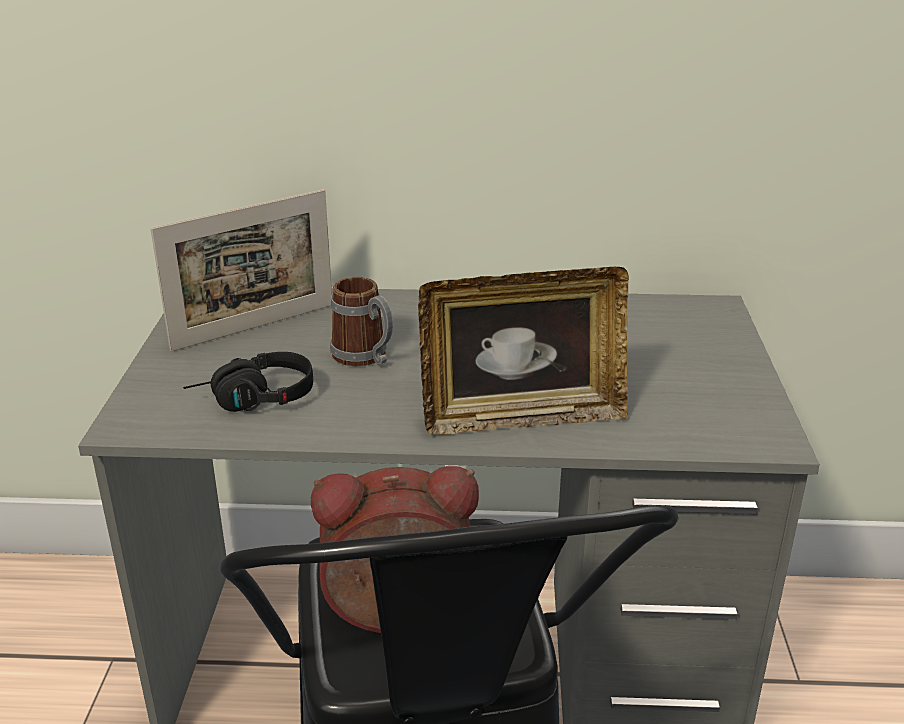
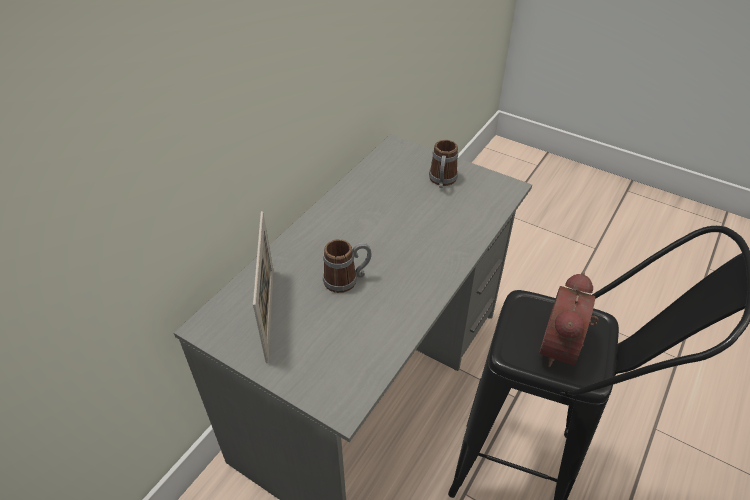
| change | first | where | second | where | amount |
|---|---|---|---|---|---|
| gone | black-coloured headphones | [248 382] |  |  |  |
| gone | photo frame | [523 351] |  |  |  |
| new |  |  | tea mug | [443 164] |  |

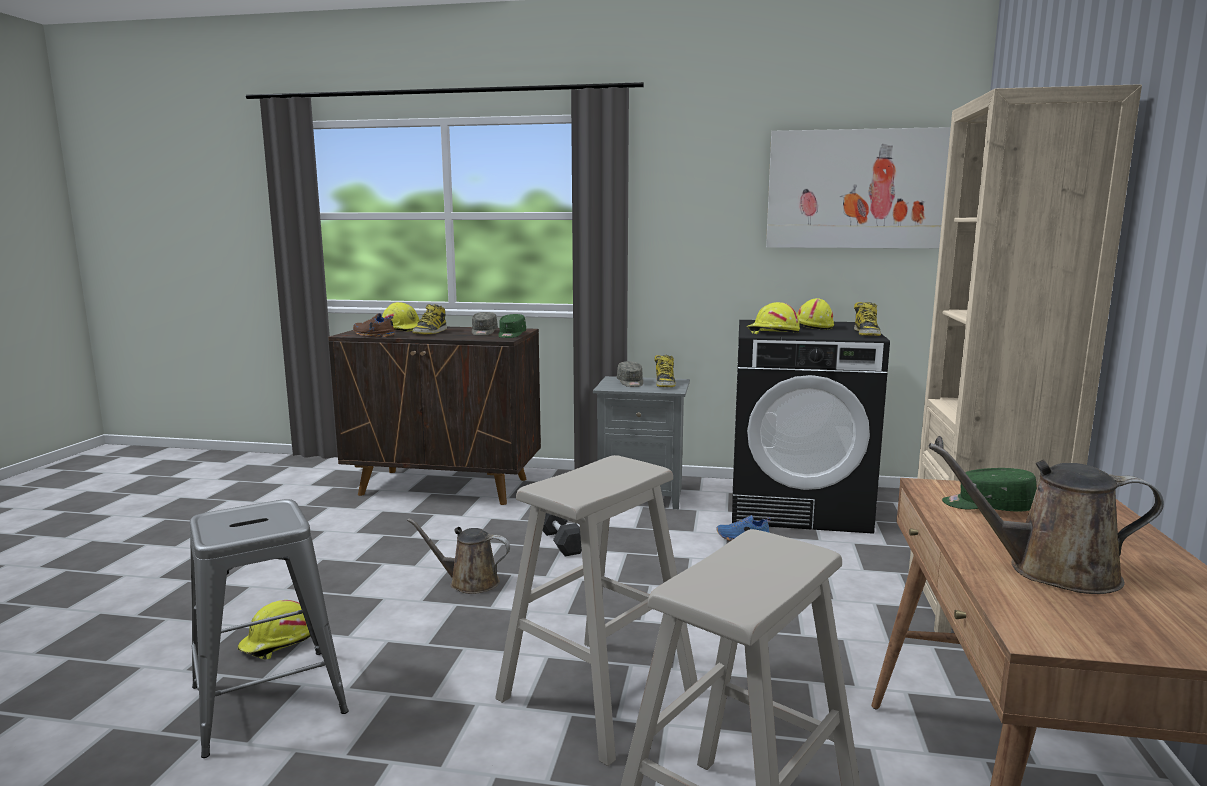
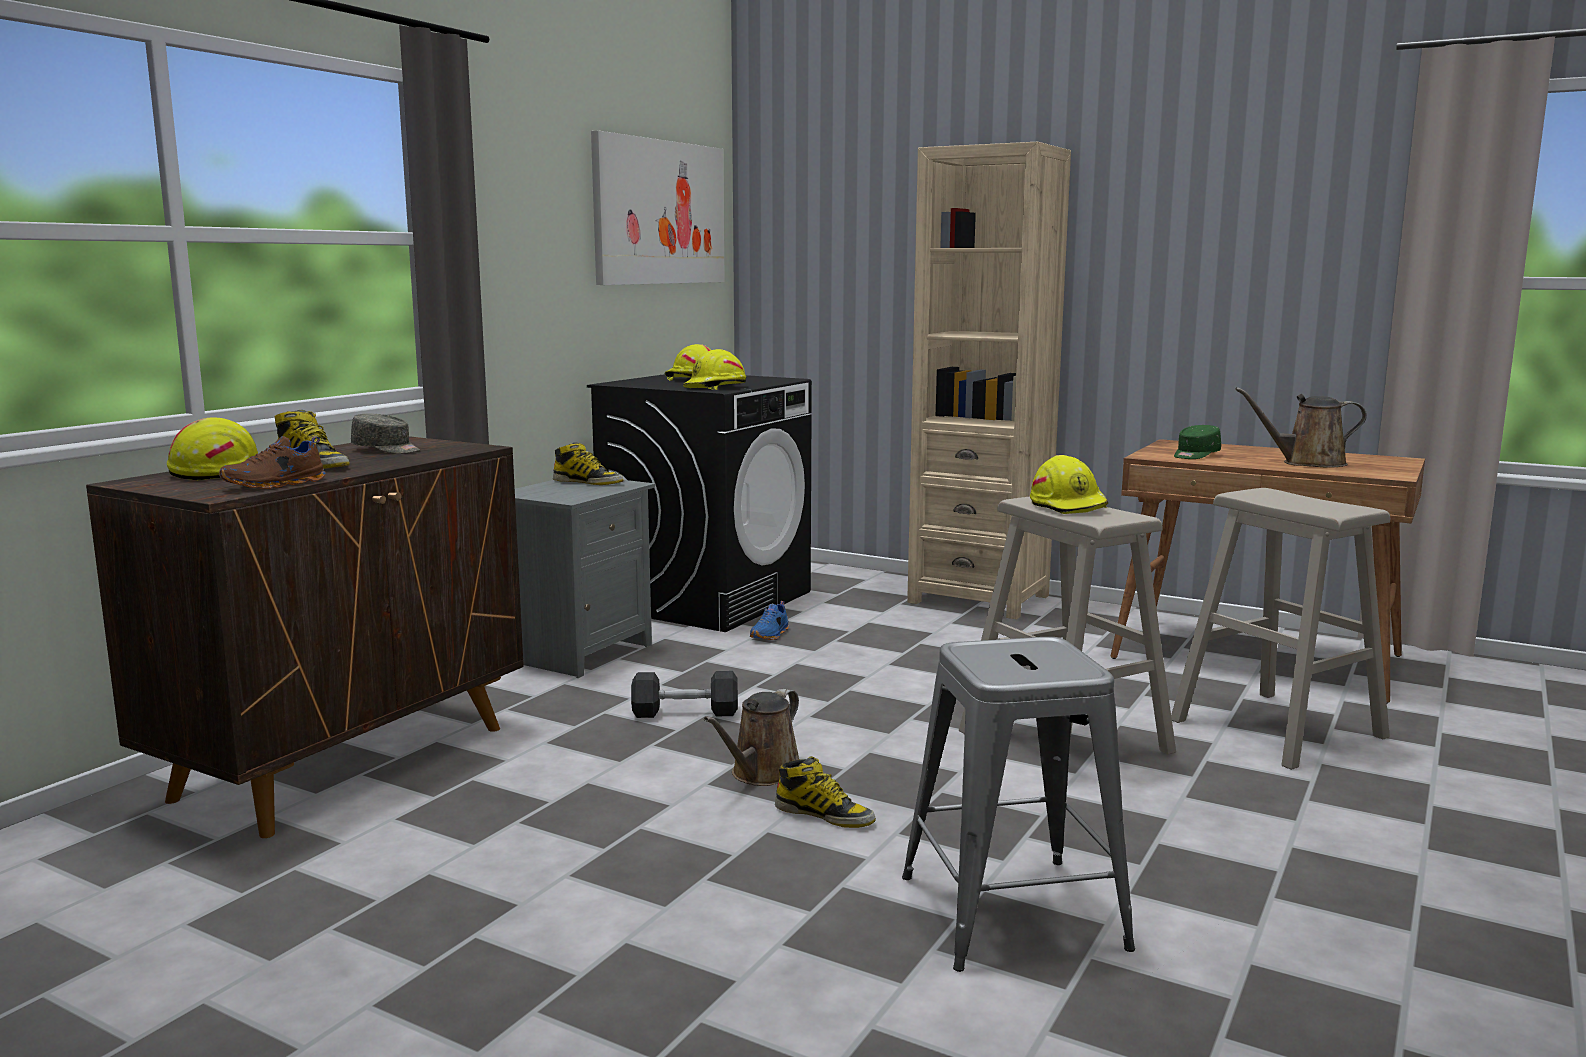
| change | first | where | second | where | amount |
|---|---|---|---|---|---|
| gone | green baseball cap | [512 326] |  |  |  |
| gone | greyish baseball cap | [630 374] |  |  |  |
| shifted | yellowish work helmet | [274 630] |  | [1069 484] |  |
| shifted | tall boot | [867 319] |  | [825 792] |  |
| rotated | brownish watering can | [1046 518] |  | [1301 427] | 60 degrees clockwise |

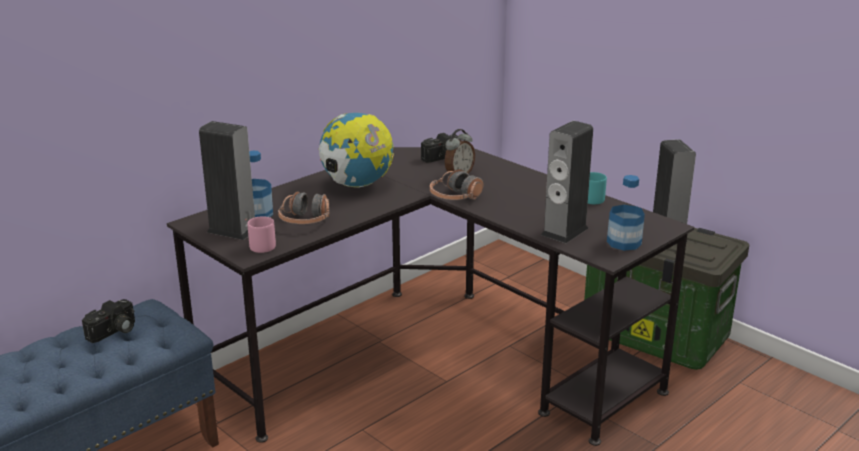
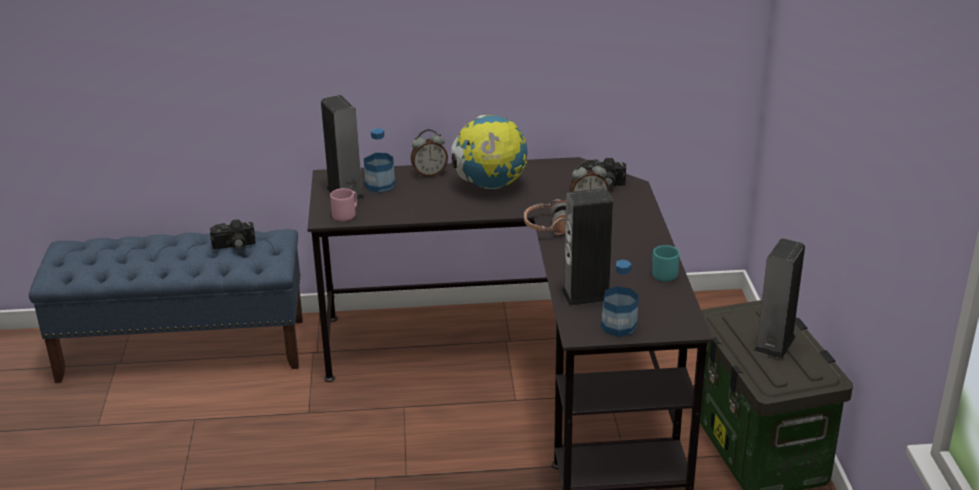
| change | first | where | second | where | amount |
|---|---|---|---|---|---|
| gone | headphones | [304 207] |  |  |  |
| new |  |  | alarm clock | [429 153] |  |

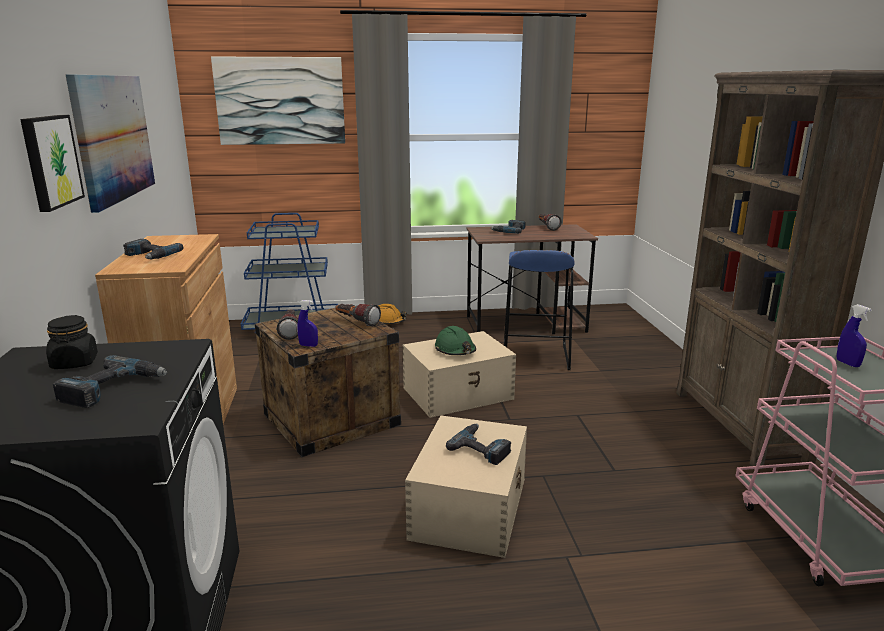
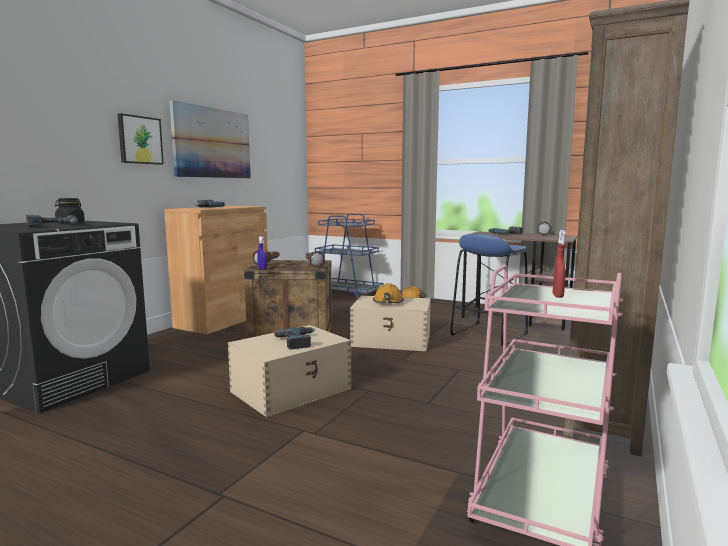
| change | first | where | second | where | amount |
|---|---|---|---|---|---|
| gone | picture | [278 100] |  |  |  |
| repainted | green work helmet | [455 340] | orange work helmet | [388 293] |  |
| repainted | bluish sprayer | [854 335] | red-coloured sprayer | [559 264] |  |

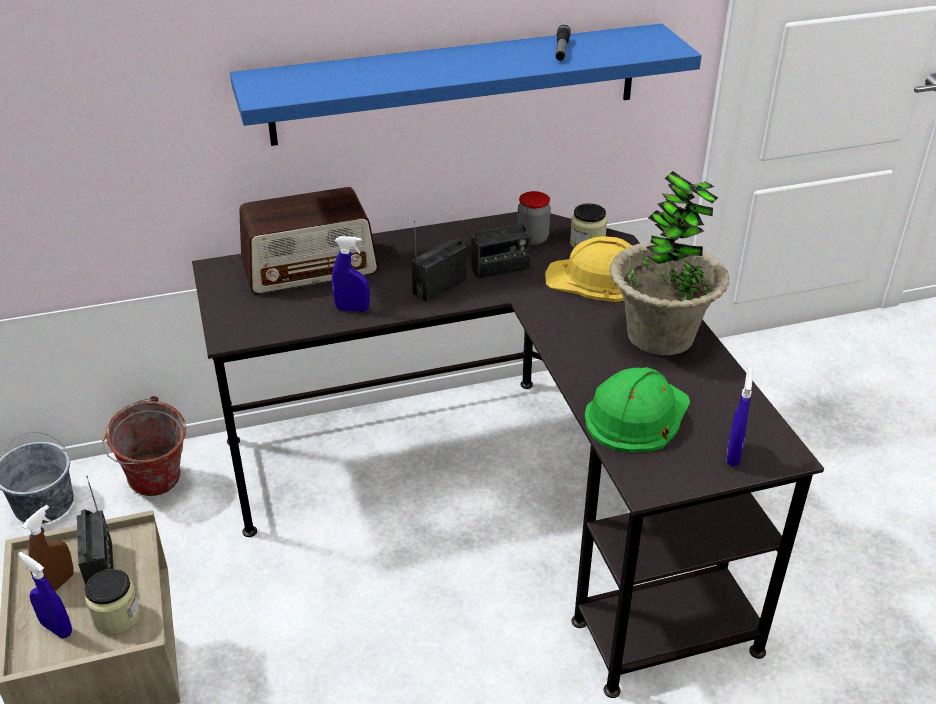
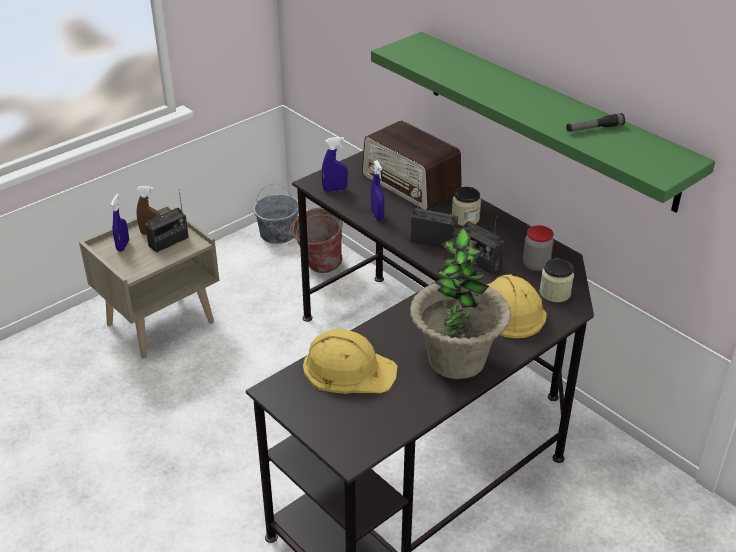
| change | first | where | second | where | amount |
|---|---|---|---|---|---|
| shifted | jar | [113 602] |  | [466 206] |  |
| shifted | bluish sprayer | [740 416] |  | [334 164] |  |
| repainted | bluish shelf | [466 84] | green shelf | [543 122] |  |
| repainted | green work helmet | [637 410] | yellowish work helmet | [350 361] |  |

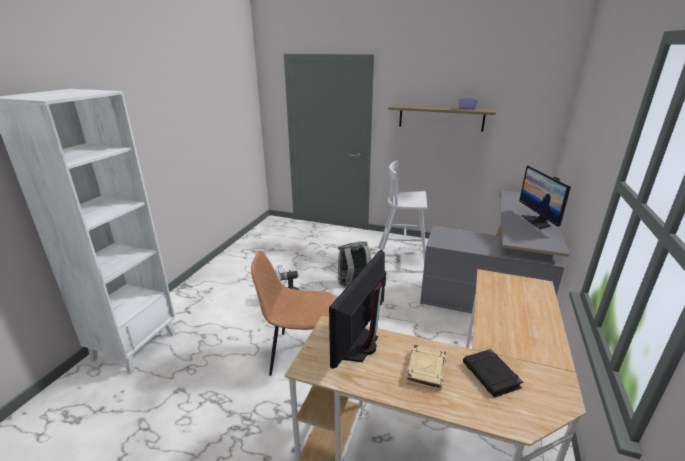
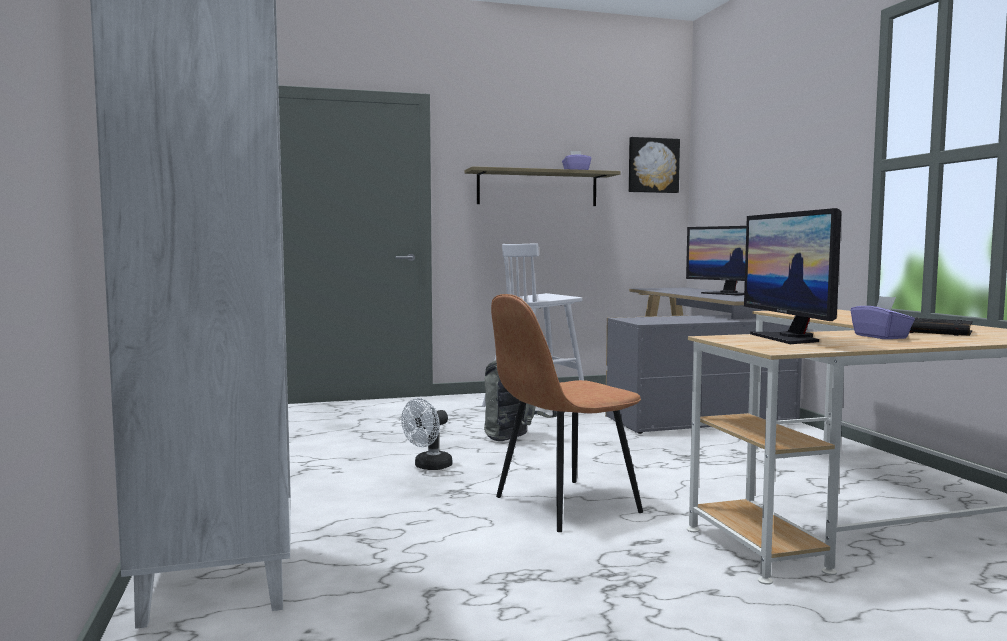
| change | first | where | second | where | amount |
|---|---|---|---|---|---|
| new |  |  | picture | [654 165] |  |
| swapped | beige volume | [426 367] | purple-coloured box of tissues | [883 317] |  |

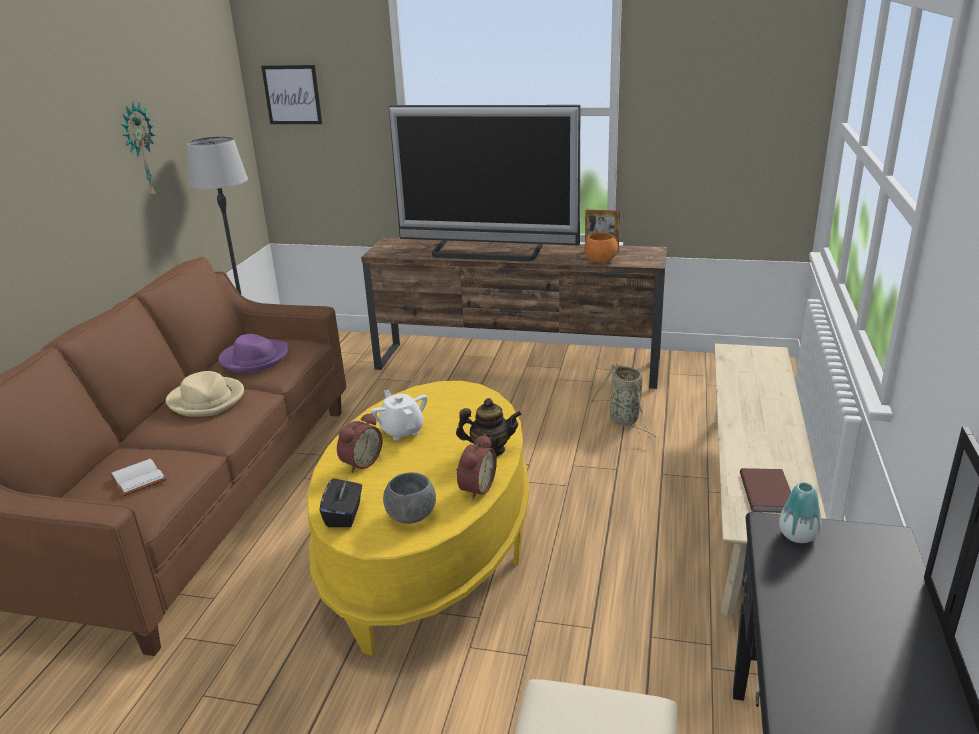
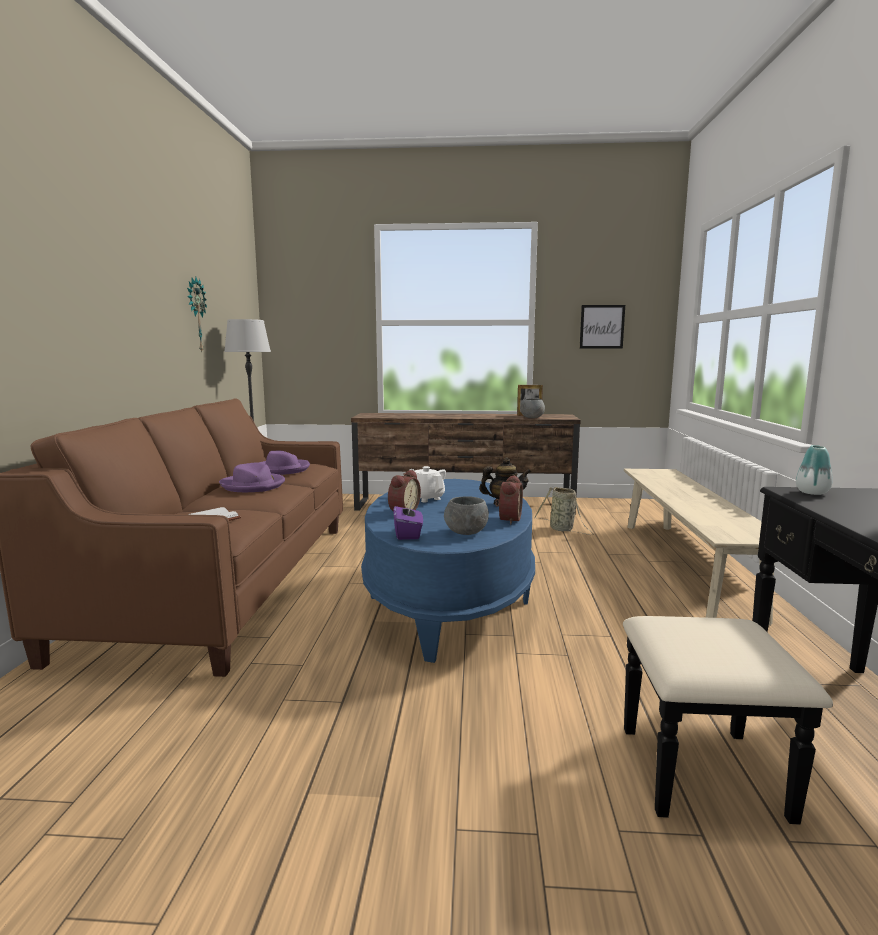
| change | first | where | second | where | amount |
|---|---|---|---|---|---|
| gone | TV set | [484 183] |  |  |  |
| gone | brownish volume | [765 490] |  |  |  |
| shifted | picture | [291 94] |  | [602 327] |  |
| repainted | beige hat | [205 394] | purple-coloured hat | [252 477] |  |
| repainted | yellowish coffee table | [418 518] | bluish coffee table | [448 571] |  |
| repainted | black-coloured box of tissues | [341 502] | purple-coloured box of tissues | [408 520] |  |
| repainted | orange deep dish | [601 247] | greyish deep dish | [532 408] |  |

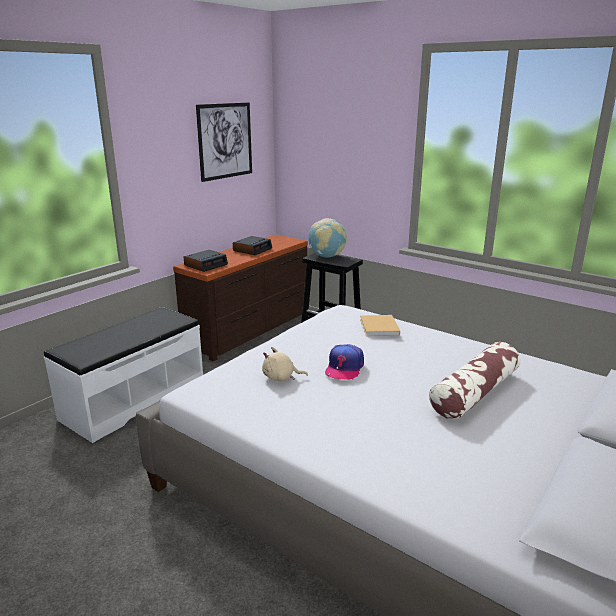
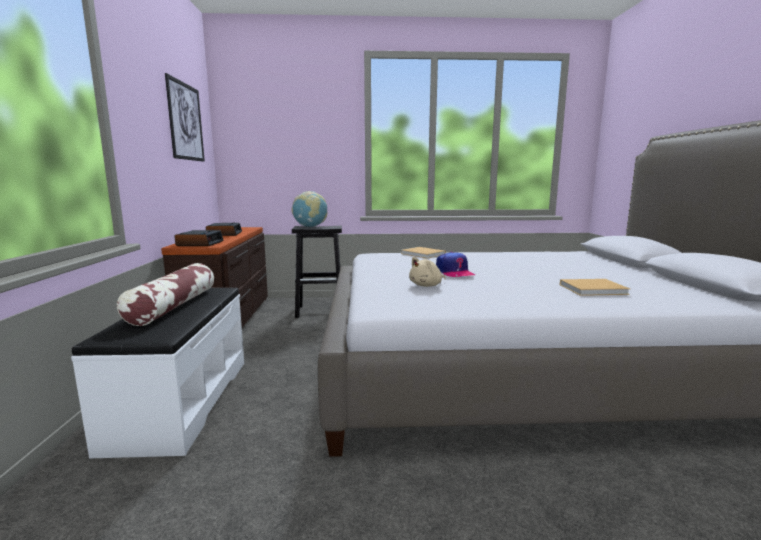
| change | first | where | second | where | amount |
|---|---|---|---|---|---|
| new |  |  | beige volume | [595 287] |  |
| shifted | cushion | [474 381] |  | [165 294] |  |

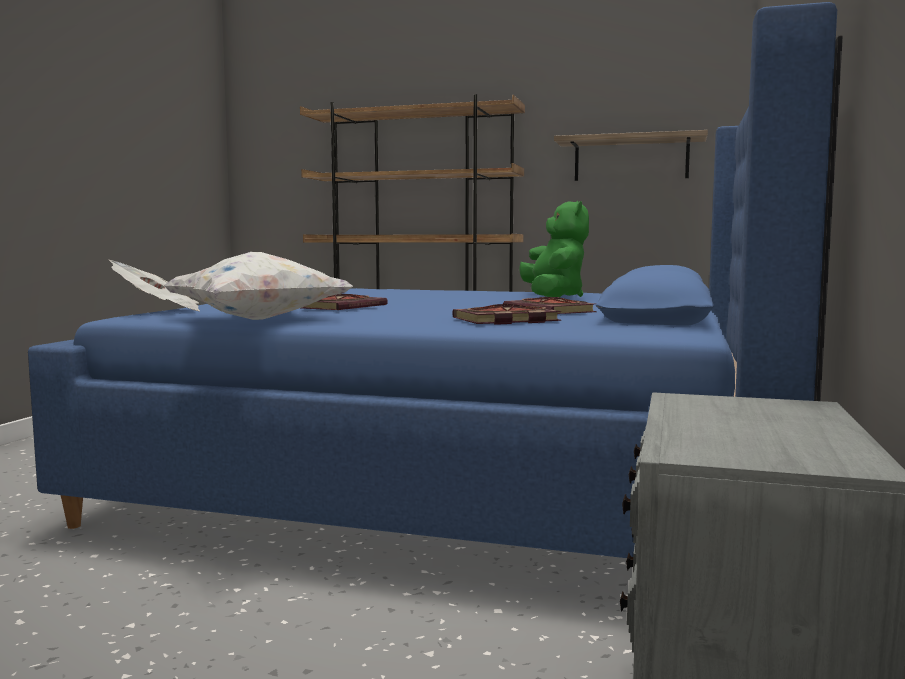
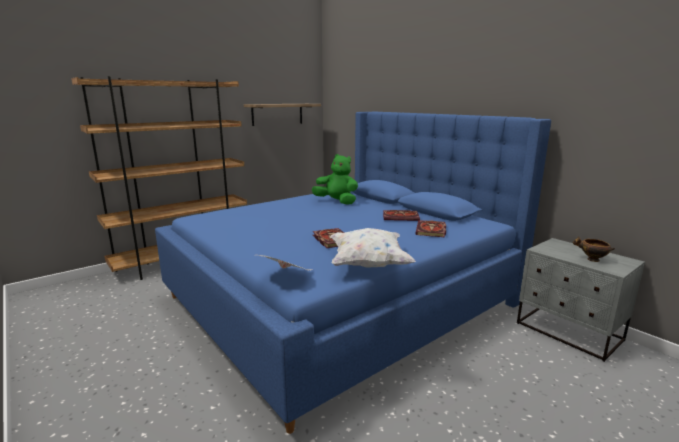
| change | first | where | second | where | amount |
|---|---|---|---|---|---|
| new |  |  | deep dish | [594 249] |  |

